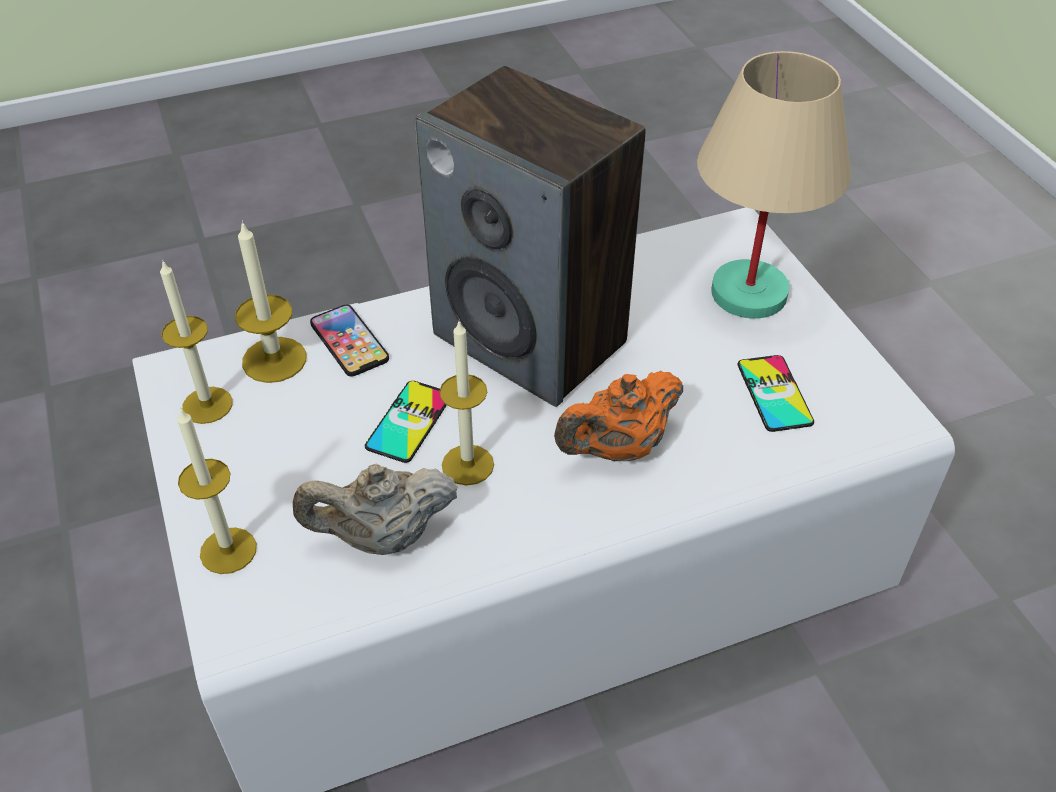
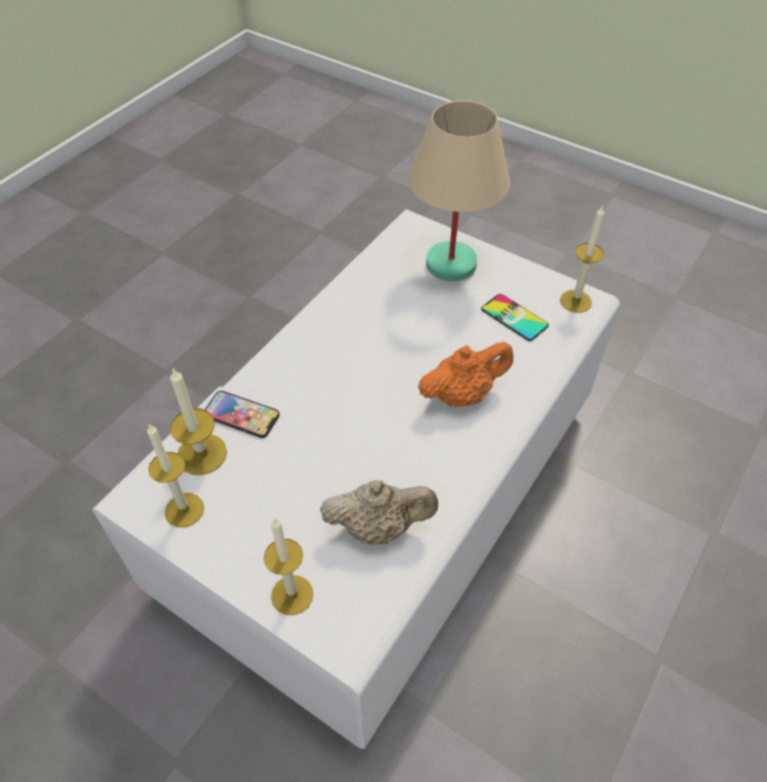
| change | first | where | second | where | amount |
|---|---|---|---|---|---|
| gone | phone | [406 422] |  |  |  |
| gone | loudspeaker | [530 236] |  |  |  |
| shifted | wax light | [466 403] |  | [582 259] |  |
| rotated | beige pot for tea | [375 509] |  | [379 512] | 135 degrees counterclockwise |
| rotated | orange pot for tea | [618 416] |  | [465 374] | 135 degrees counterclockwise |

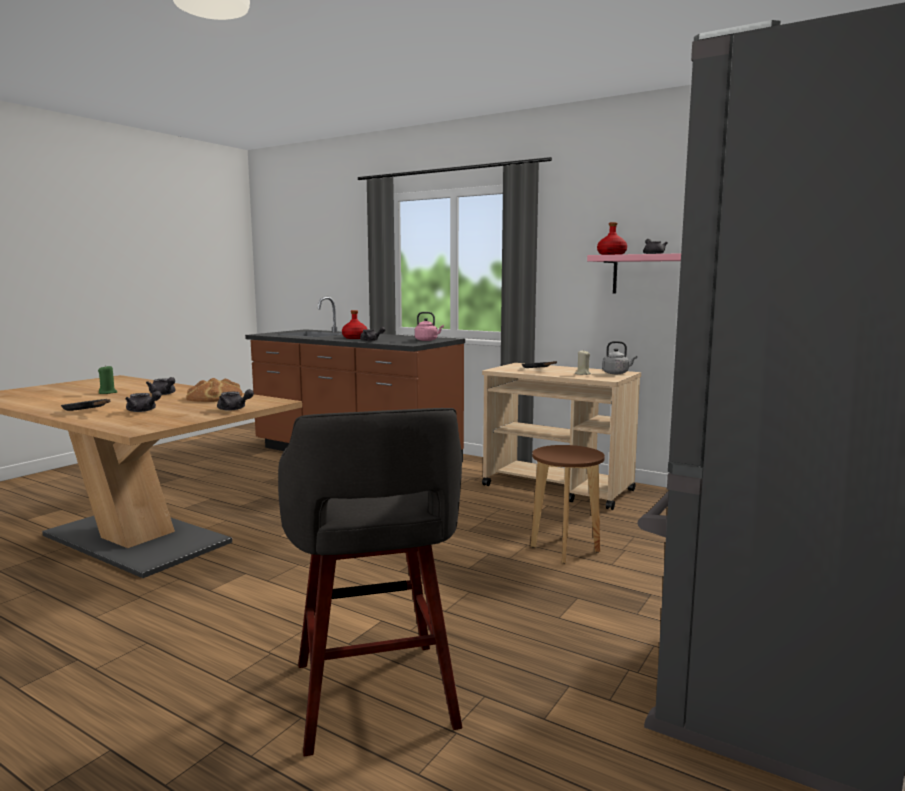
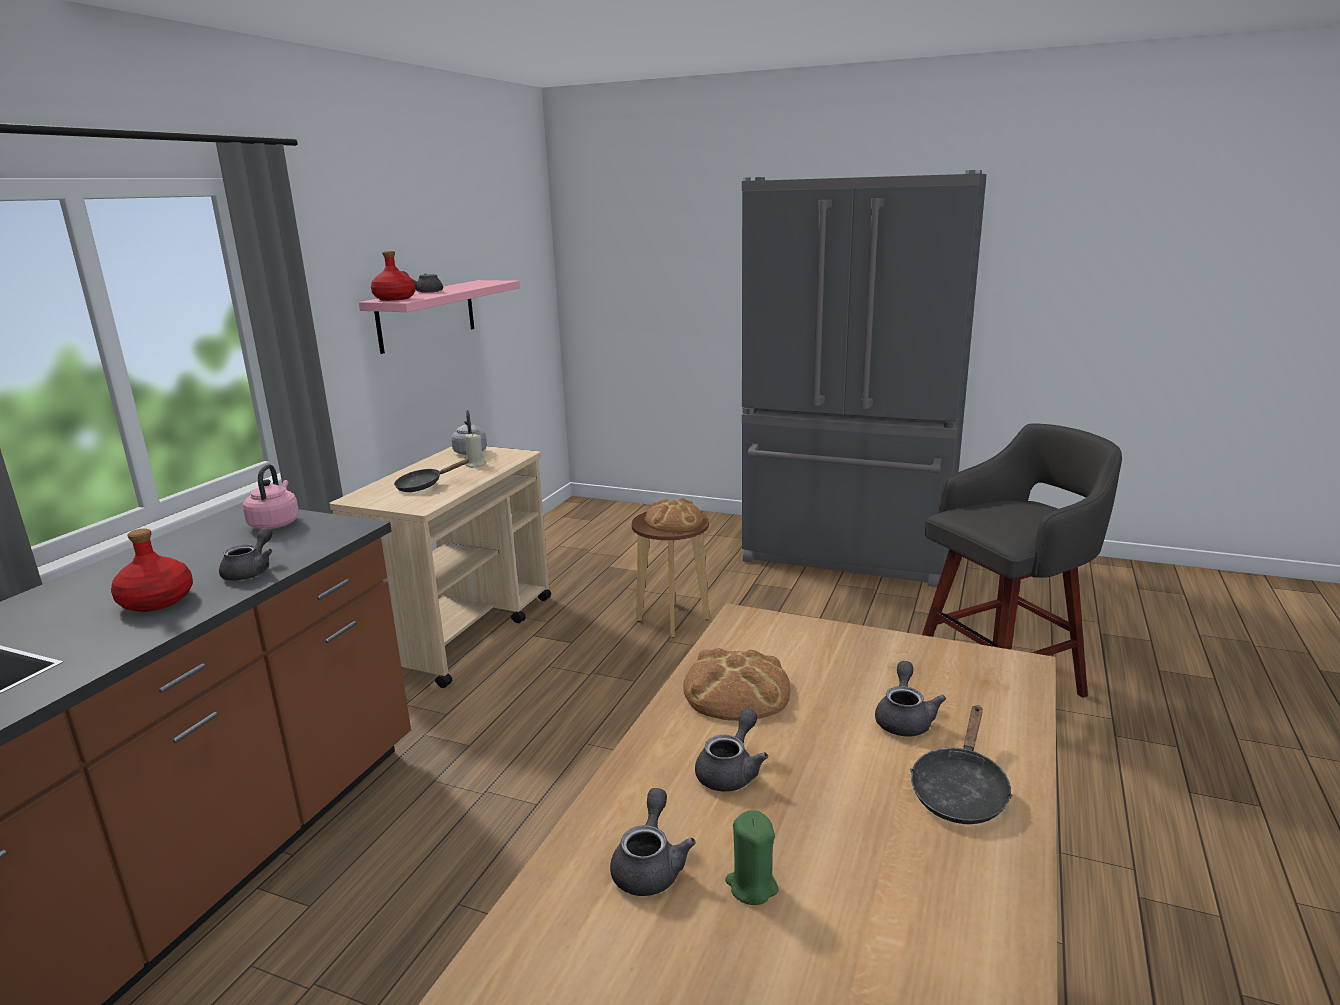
| change | first | where | second | where | amount |
|---|---|---|---|---|---|
| new |  |  | baked bread | [673 515] |  |
| shifted | greyish pot for tea | [235 400] |  | [653 842] |  |

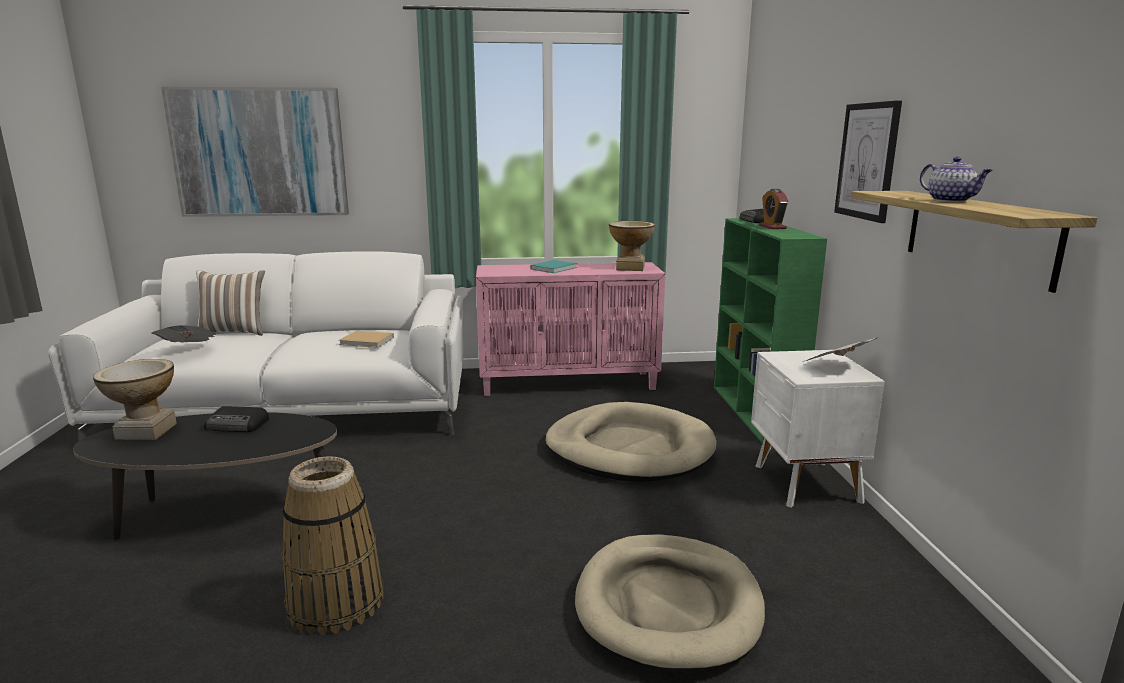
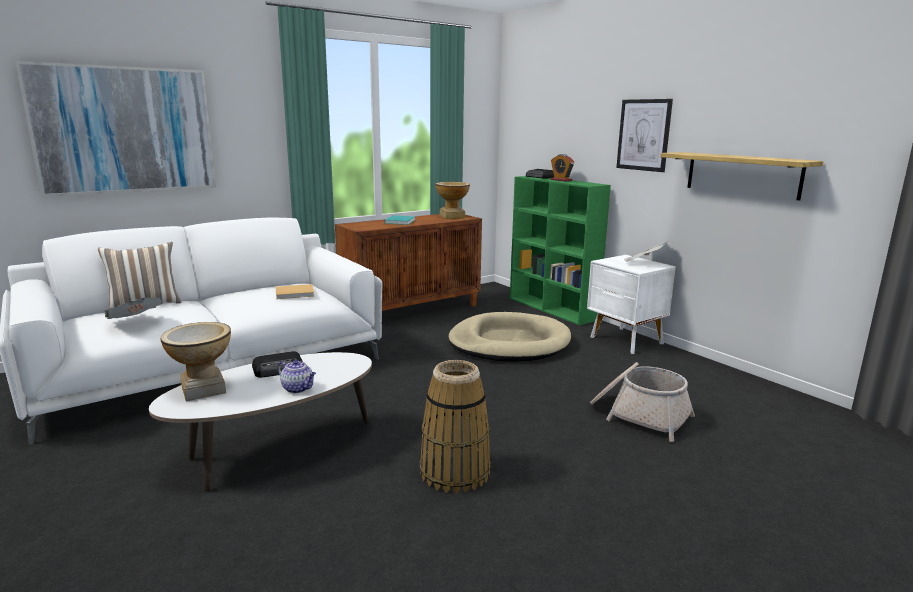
| change | first | where | second | where | amount |
|---|---|---|---|---|---|
| shifted | pot for tea | [956 179] |  | [296 376] |  |
| swapped | beige dog bed | [670 604] | storage basket | [642 402] |  |
| repainted | black-coloured coffee table | [205 476] | whitish coffee table | [260 422] |  |
| repainted | pinkish storage cabinet | [571 329] | brownish storage cabinet | [408 262] |  |

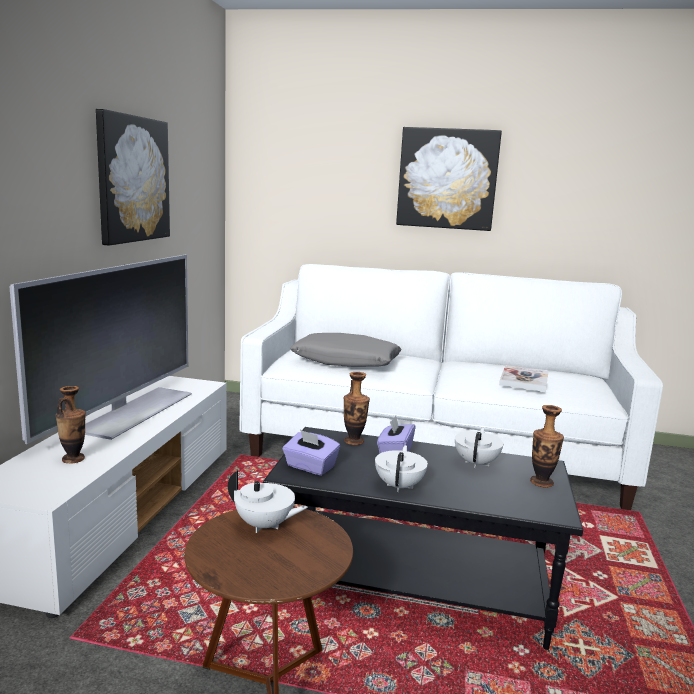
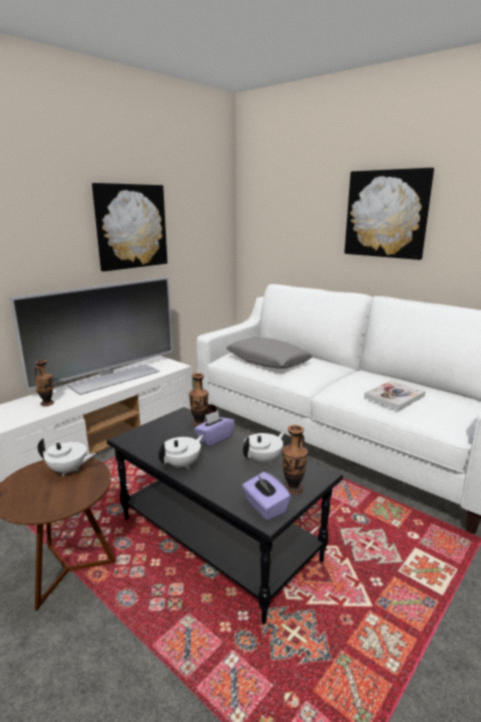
| change | first | where | second | where | amount |
|---|---|---|---|---|---|
| shifted | purple-coloured box of tissues | [311 453] |  | [266 496] |  |
| rotated | whitish pot for tea | [268 501] |  | [67 457] | 45 degrees counterclockwise |

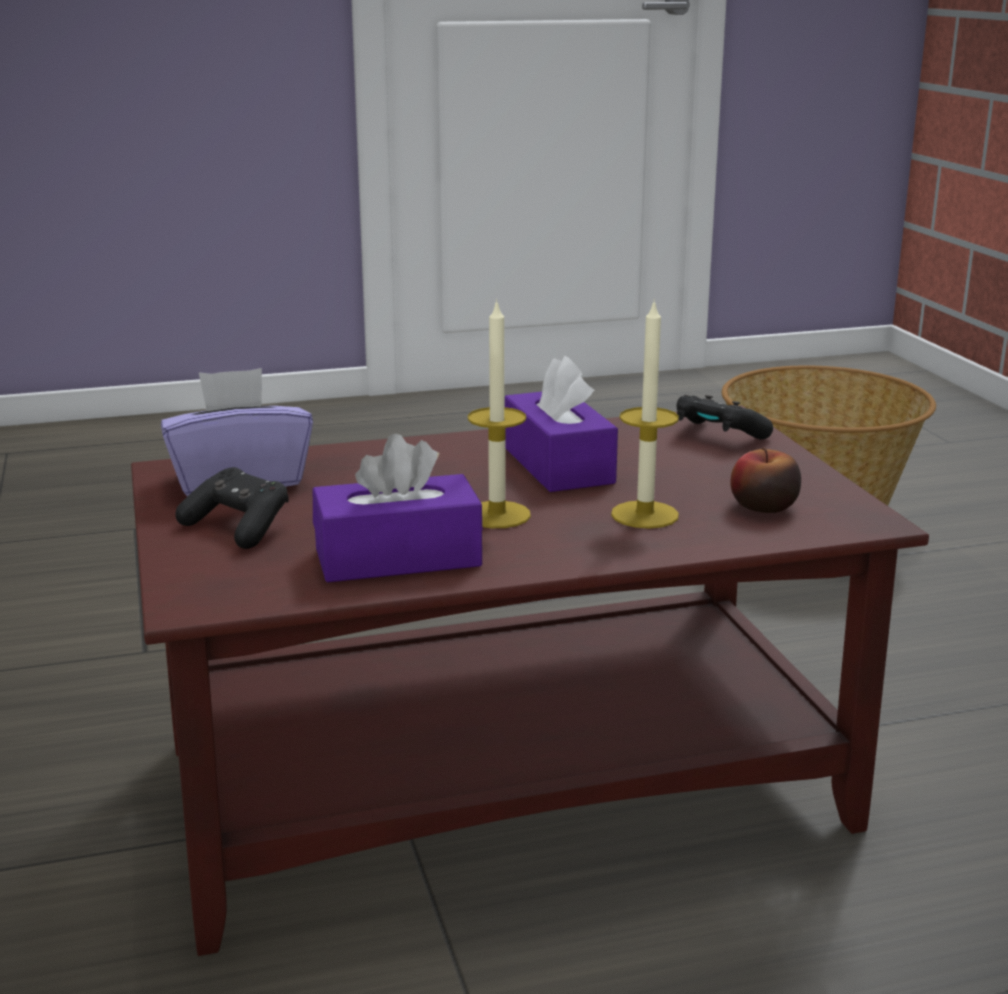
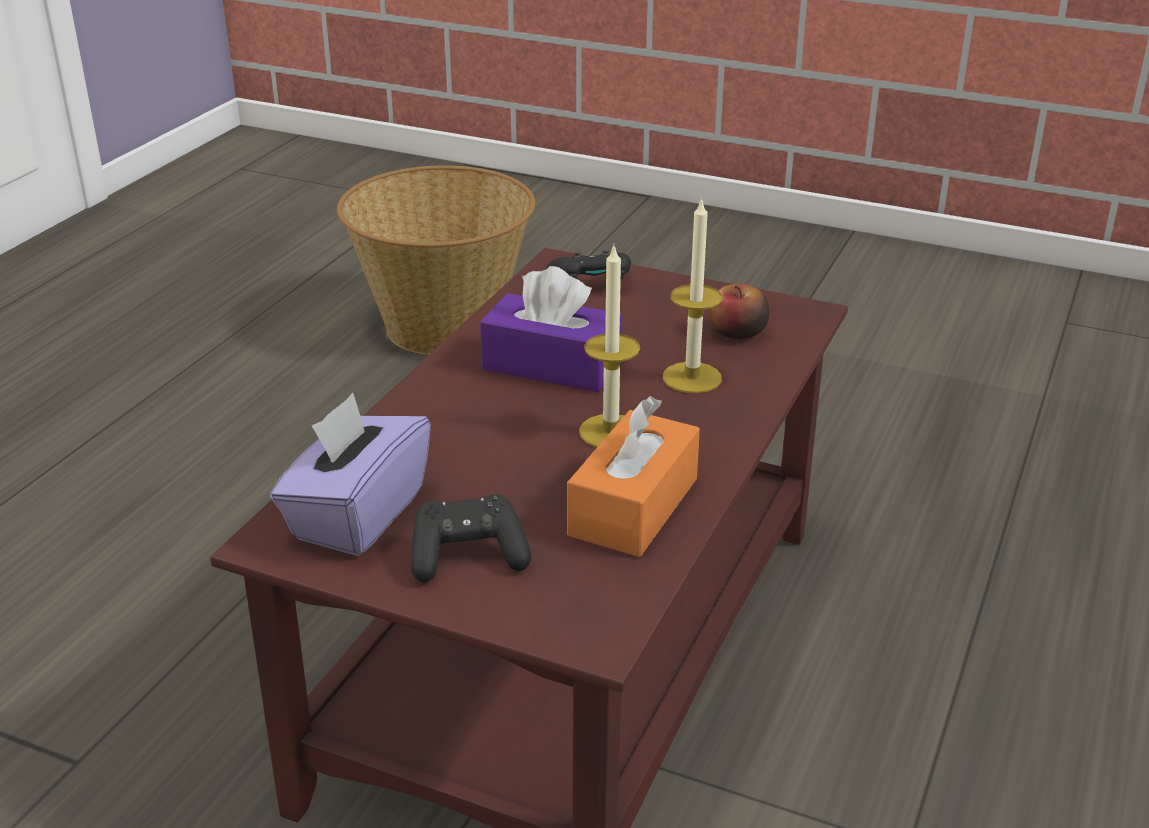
| change | first | where | second | where | amount |
|---|---|---|---|---|---|
| repainted | purple-coloured box of tissues | [397 507] | orange box of tissues | [633 476] |  |

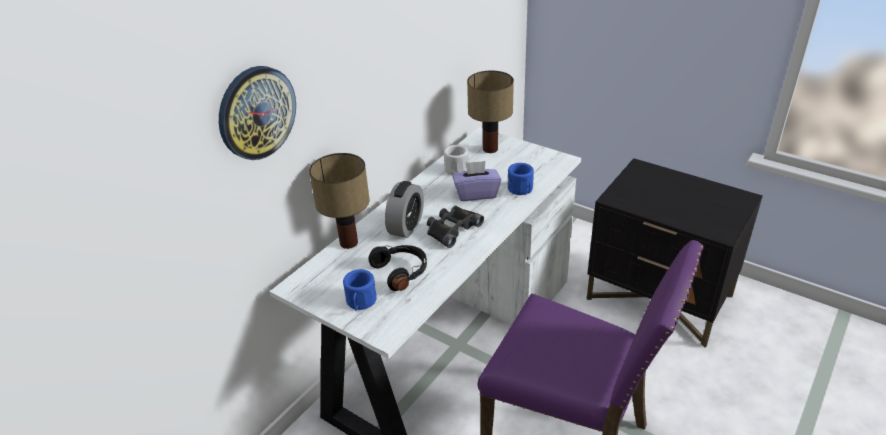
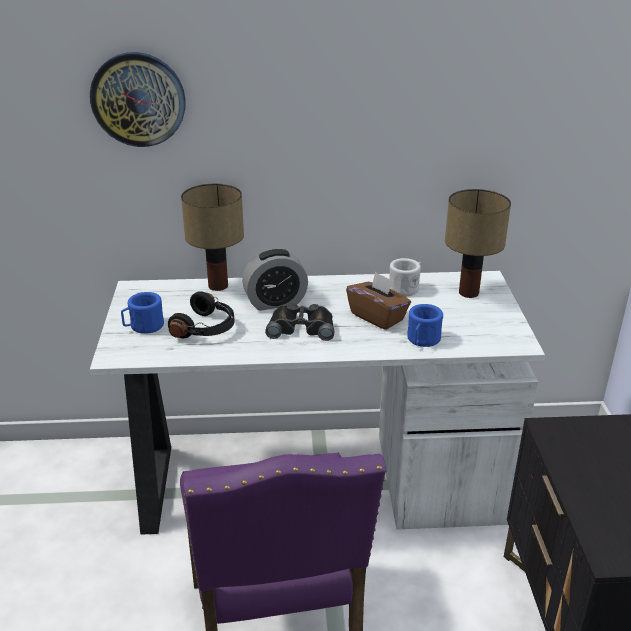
| change | first | where | second | where | amount |
|---|---|---|---|---|---|
| repainted | purple-coloured box of tissues | [476 181] | brownish box of tissues | [378 301] |  |

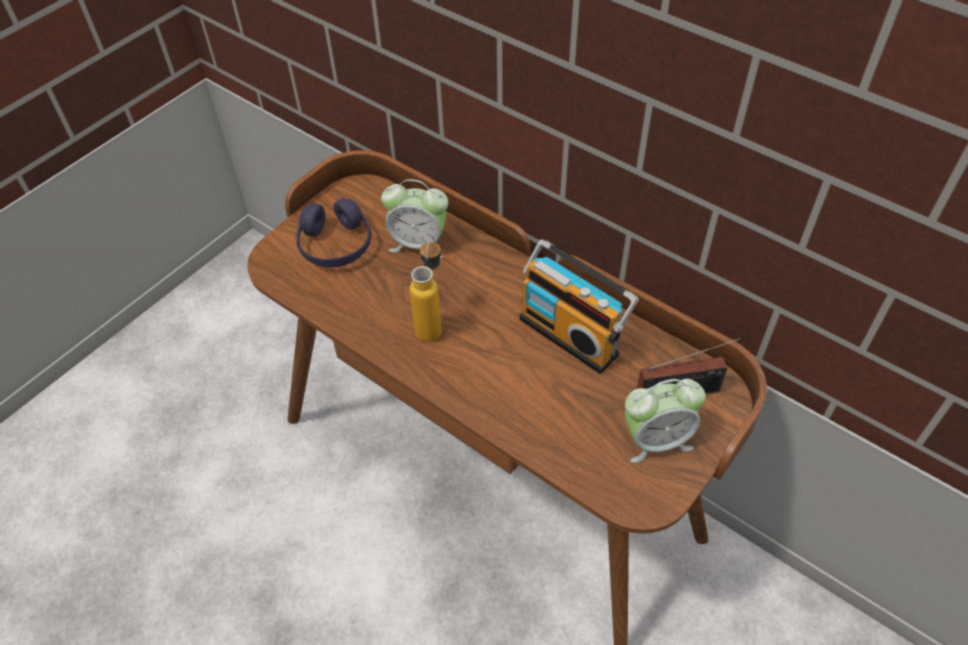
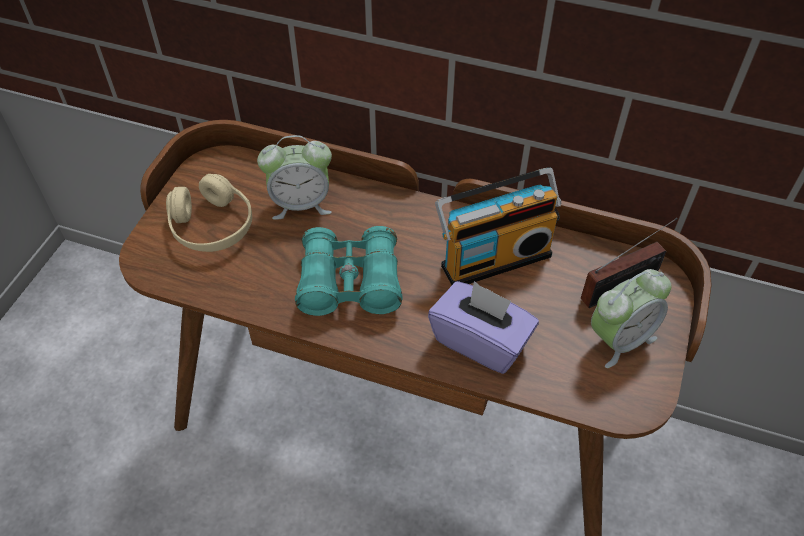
| change | first | where | second | where | amount |
|---|---|---|---|---|---|
| new |  |  | purple-coloured box of tissues | [483 327] |  |
| swapped | beverage bottle | [425 289] | turquoise-coloured pair of binoculars | [349 271] |  |
| repainted | purple-coloured headphones | [334 232] | beige headphones | [209 213] |  |
| rotated | radio set | [579 306] |  | [498 226] | 45 degrees counterclockwise |

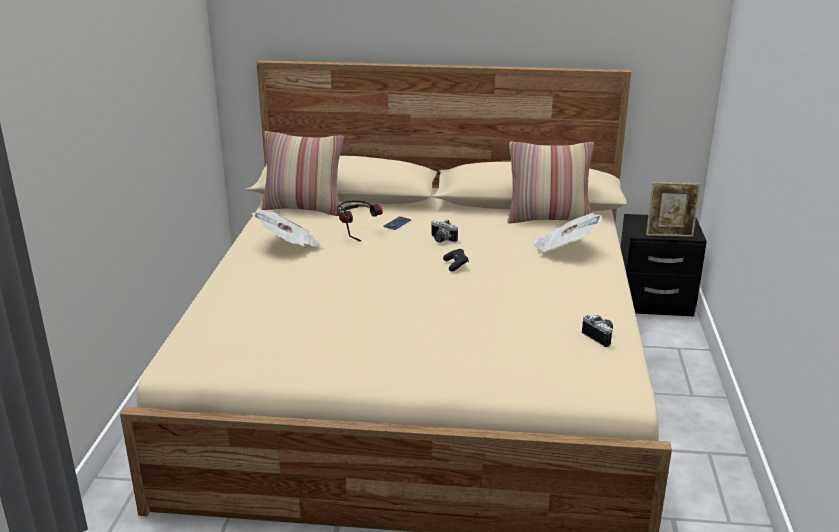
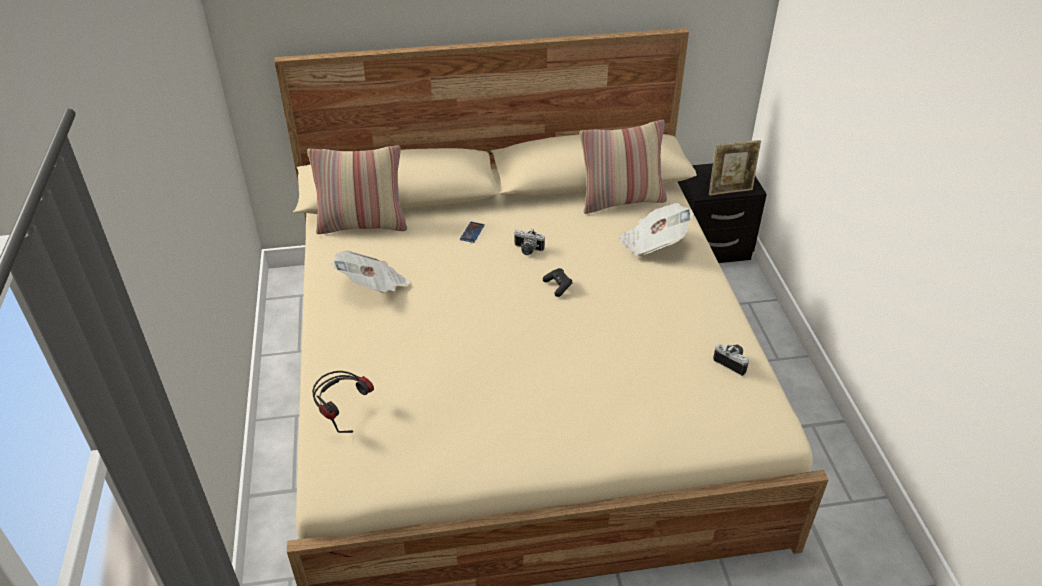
| change | first | where | second | where | amount |
|---|---|---|---|---|---|
| shifted | headphones | [359 221] |  | [343 402] |  |

